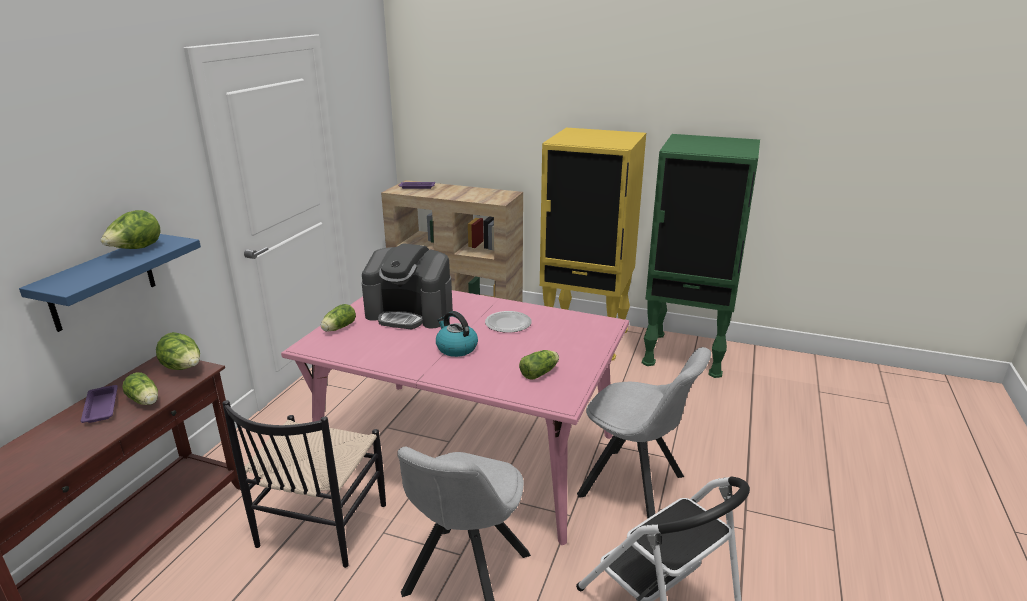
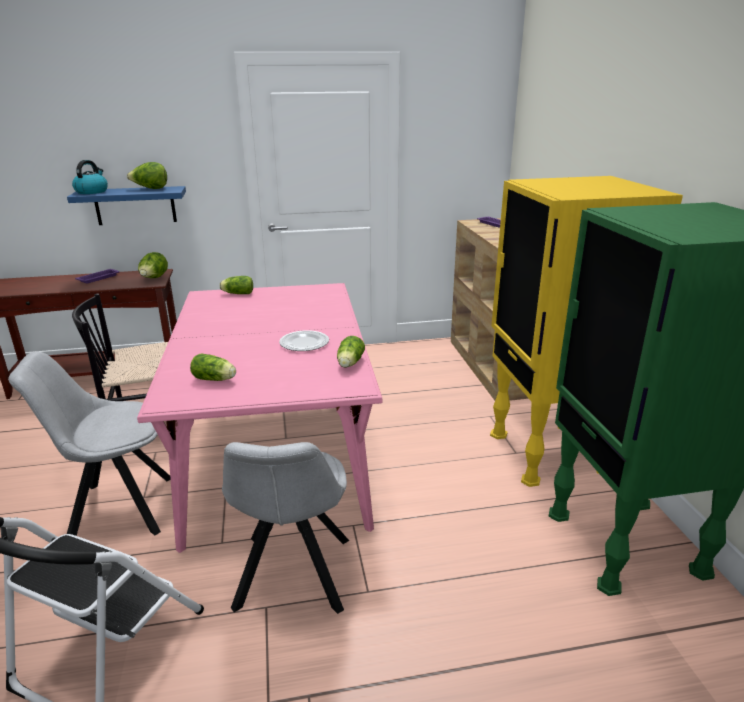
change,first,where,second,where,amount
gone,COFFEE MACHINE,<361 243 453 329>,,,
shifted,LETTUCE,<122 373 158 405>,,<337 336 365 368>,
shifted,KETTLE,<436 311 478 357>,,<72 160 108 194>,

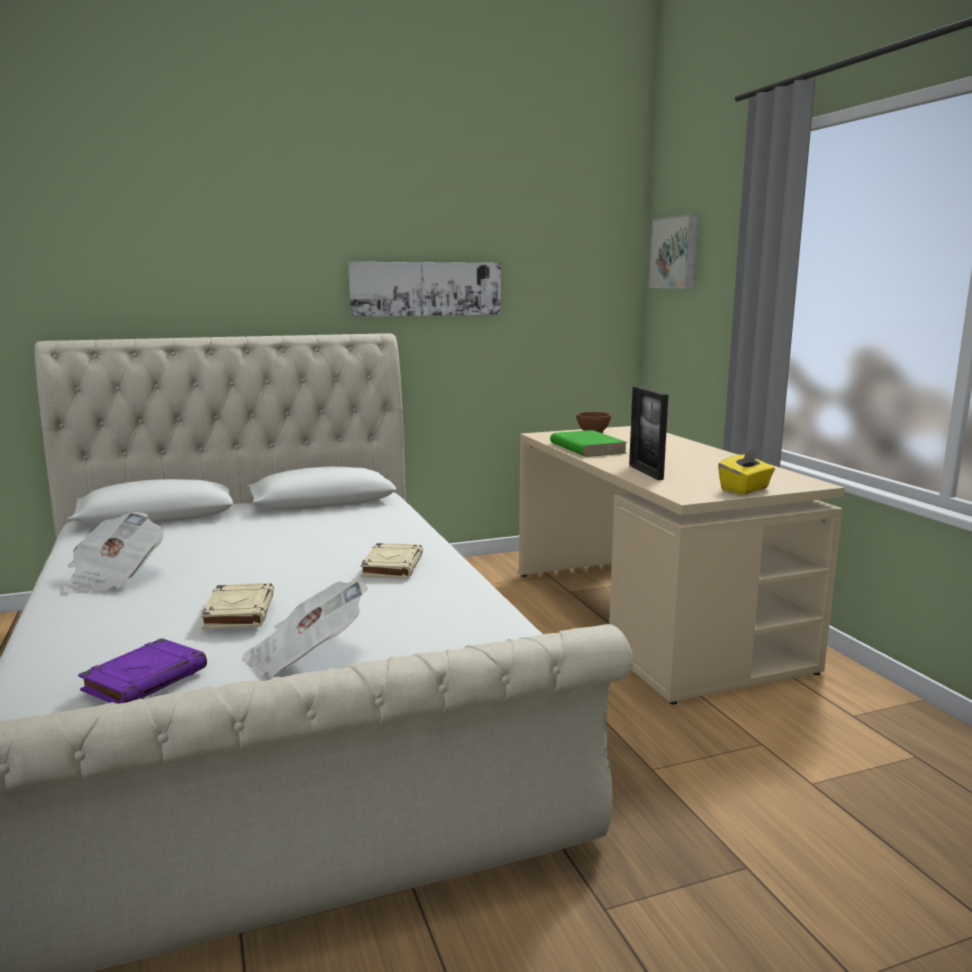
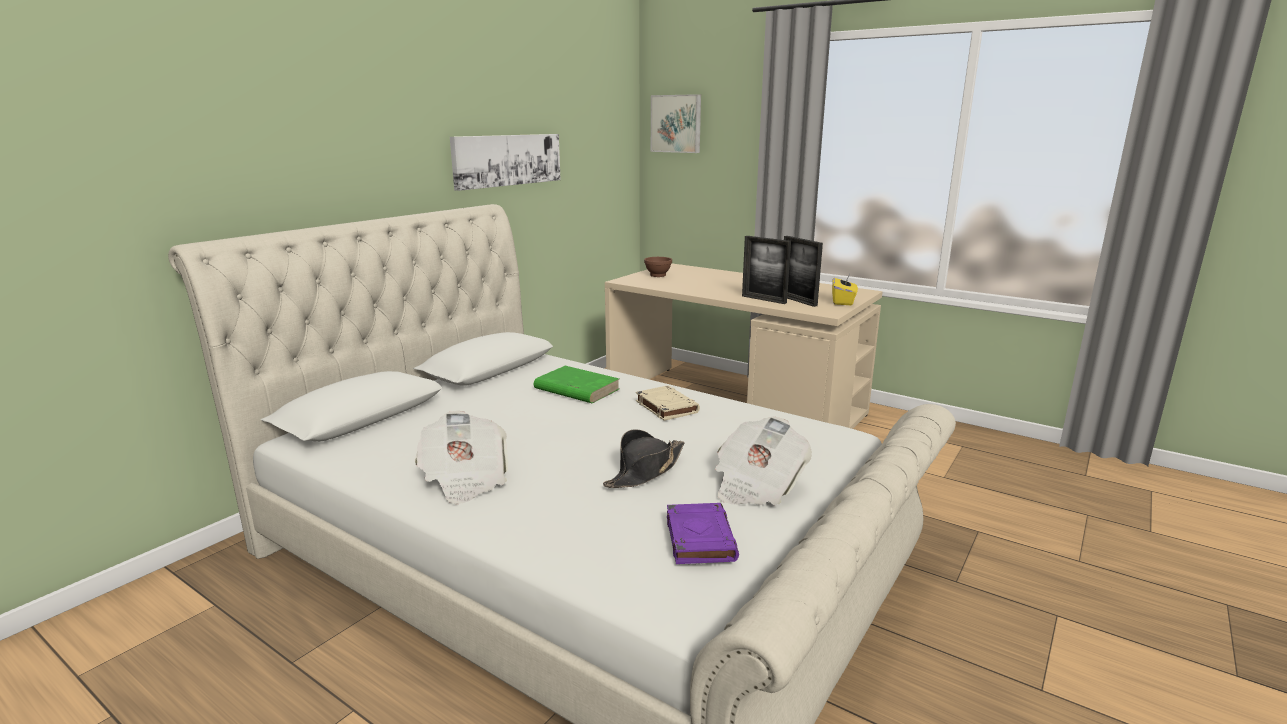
change,first,where,second,where,amount
new,,,PICTURE FRAME,<784 236 823 307>,
shifted,GREEN BOOK,<550 430 627 457>,,<534 366 619 403>,
swapped,BEIGE BOOK,<201 583 274 630>,BLACK HAT,<603 429 685 488>,

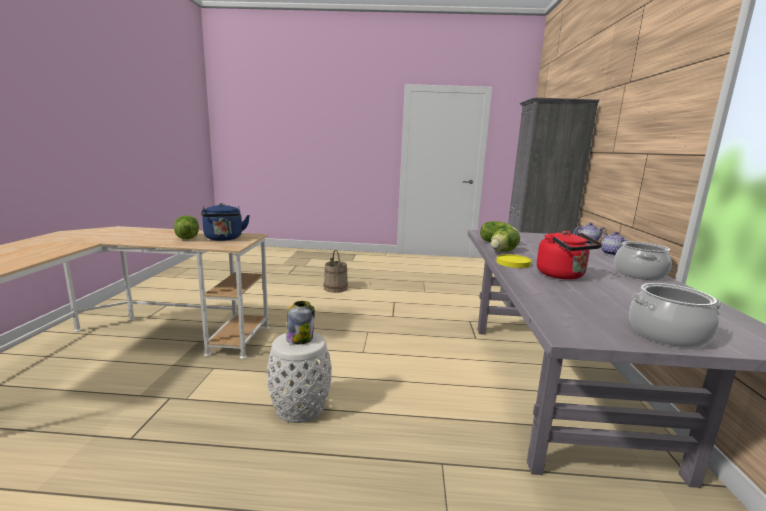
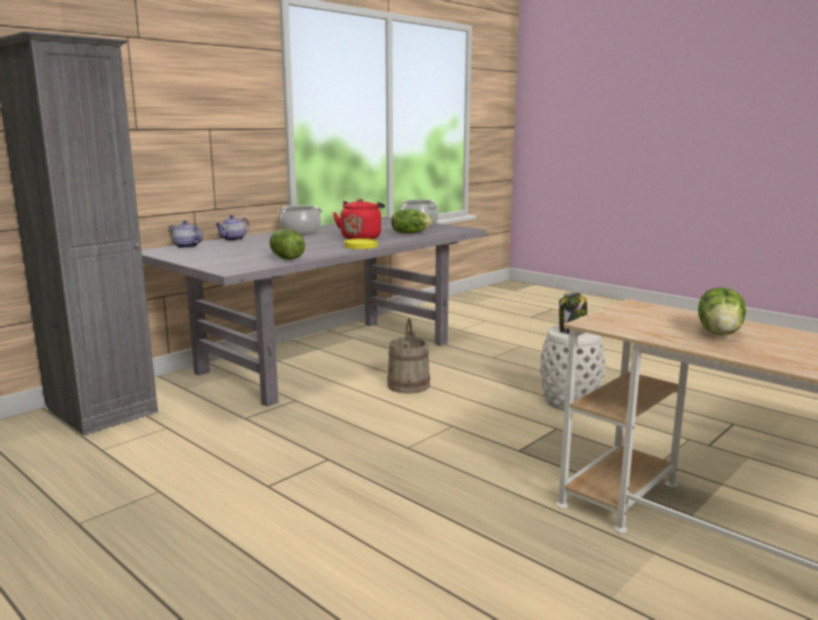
change,first,where,second,where,amount
gone,BLUE KETTLE,<201 203 250 241>,,,
shifted,BEIGE BUCKET,<324 250 348 293>,,<387 318 430 394>,
shifted,LETTUCE,<491 228 520 252>,,<391 209 433 234>,

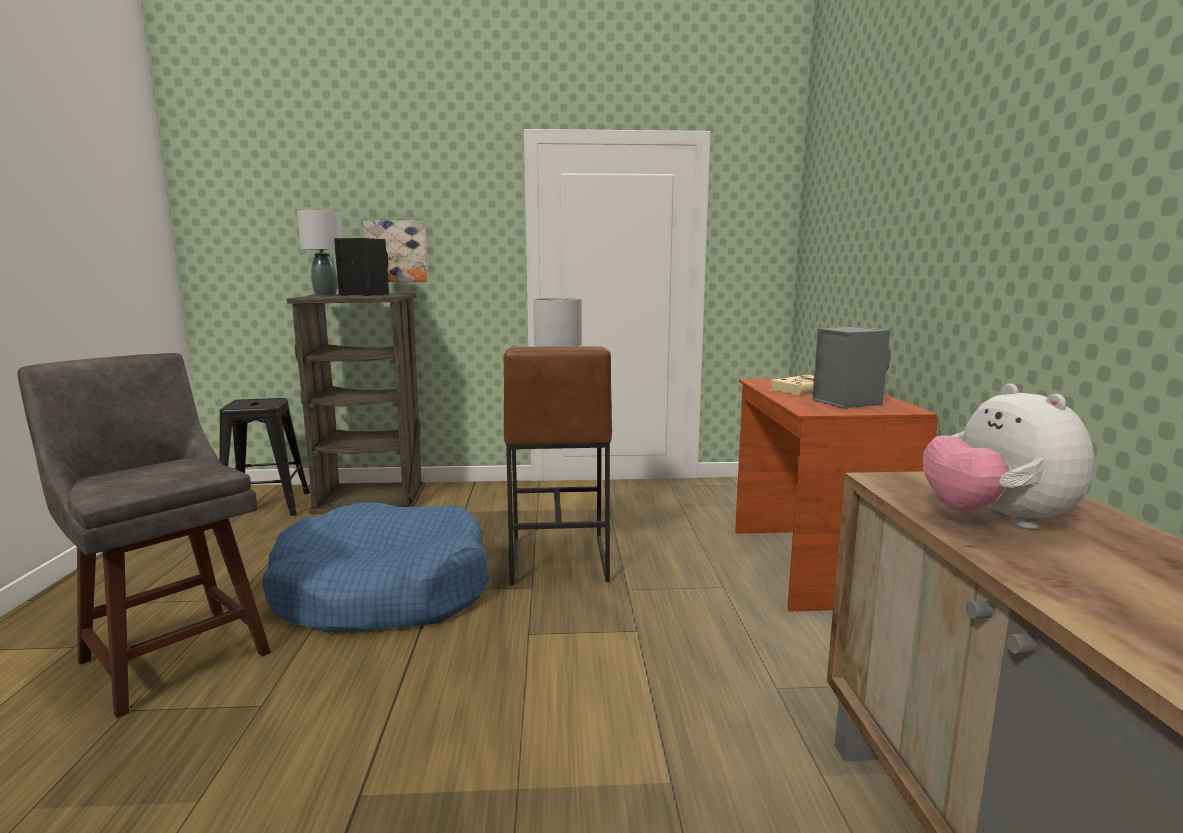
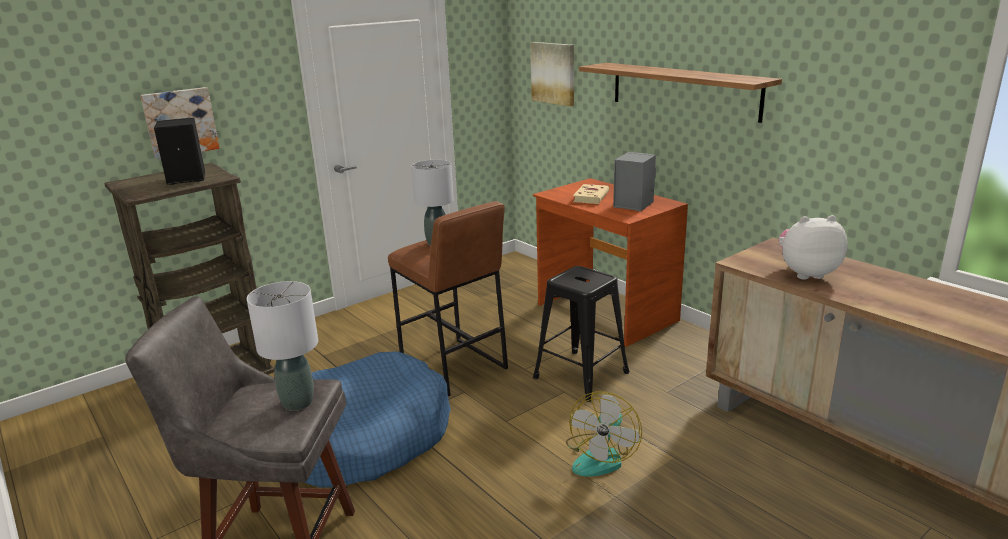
change,first,where,second,where,amount
new,,,PICTURE,<531 42 574 106>,
new,,,FAN,<566 391 642 477>,
new,,,SHELF,<579 63 782 123>,
shifted,BLACK STOOL,<219 398 310 516>,,<533 266 630 402>,
shifted,GREY TABLE LAMP,<297 210 341 295>,,<247 281 318 411>,
rotated,PLUSH TOY,<923 384 1094 529>,,<779 215 848 280>,135 degrees clockwise

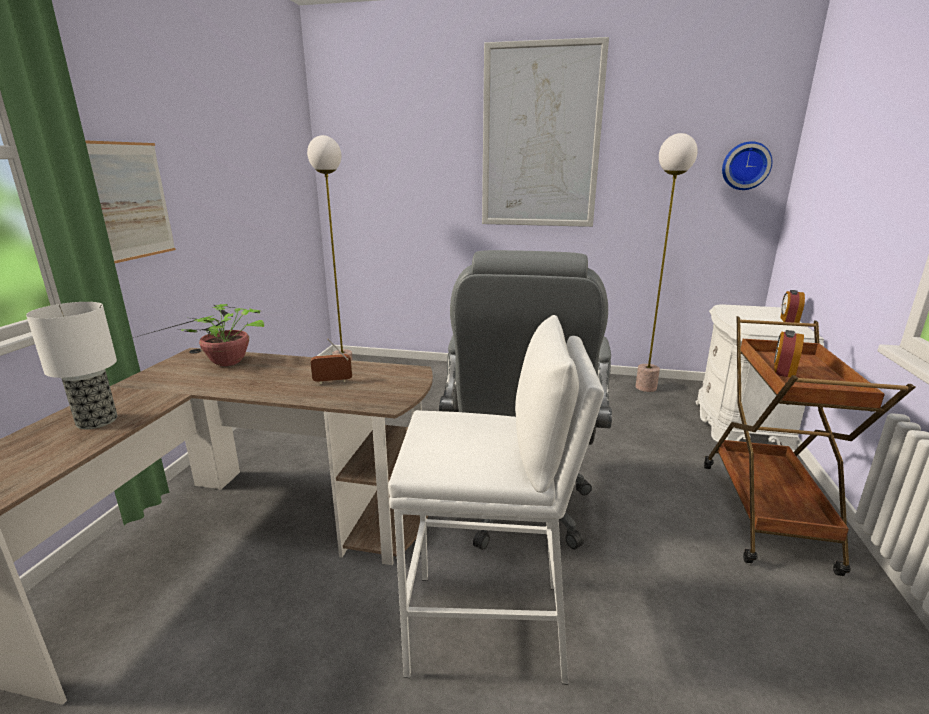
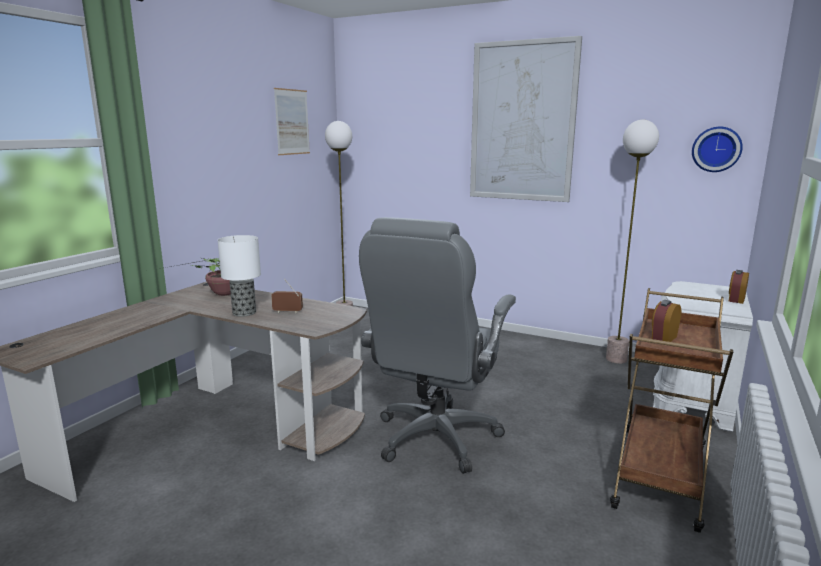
change,first,where,second,where,amount
gone,WHITE STOOL,<388 315 604 685>,,,
shifted,TABLE LAMP,<26 302 118 429>,,<218 235 261 317>,
shifted,PICTURE,<85 140 176 263>,,<274 88 310 155>,

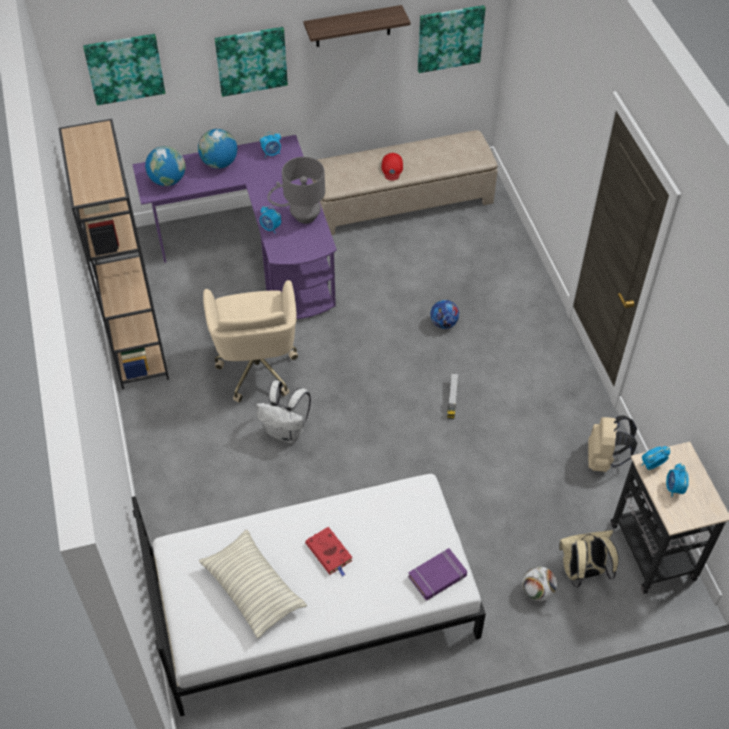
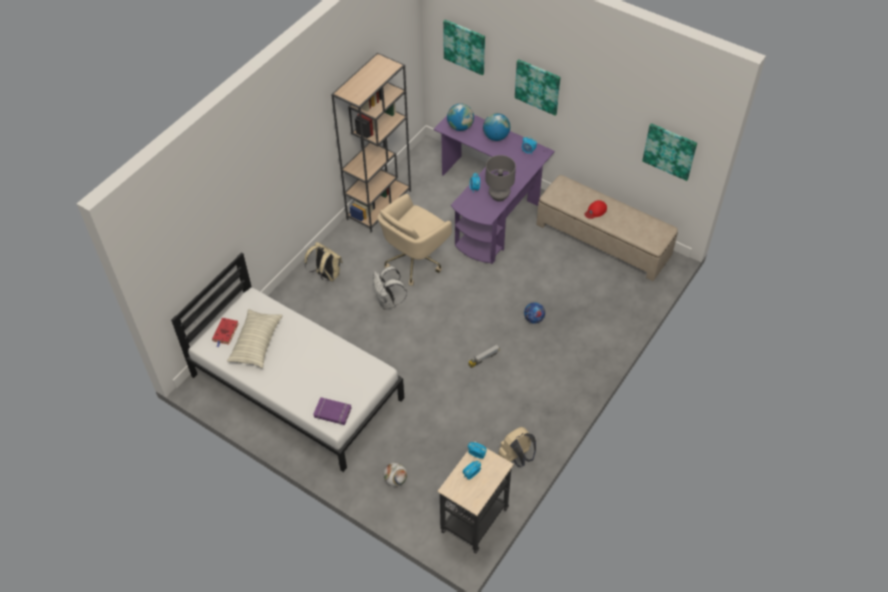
change,first,where,second,where,amount
gone,SHELF,<304 5 410 47>,,,
shifted,RED BOOK,<305 527 353 577>,,<212 318 239 348>,
shifted,BEIGE BACKPACK,<559 530 619 587>,,<304 242 343 281>,

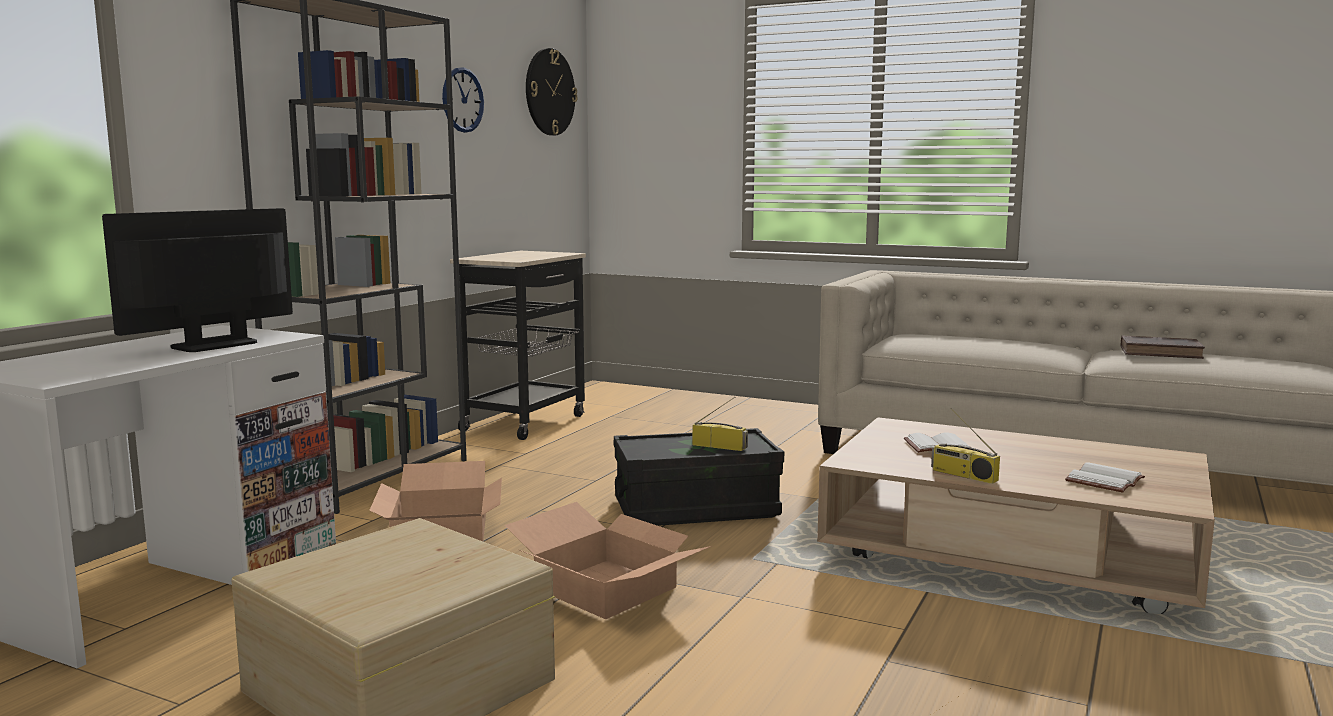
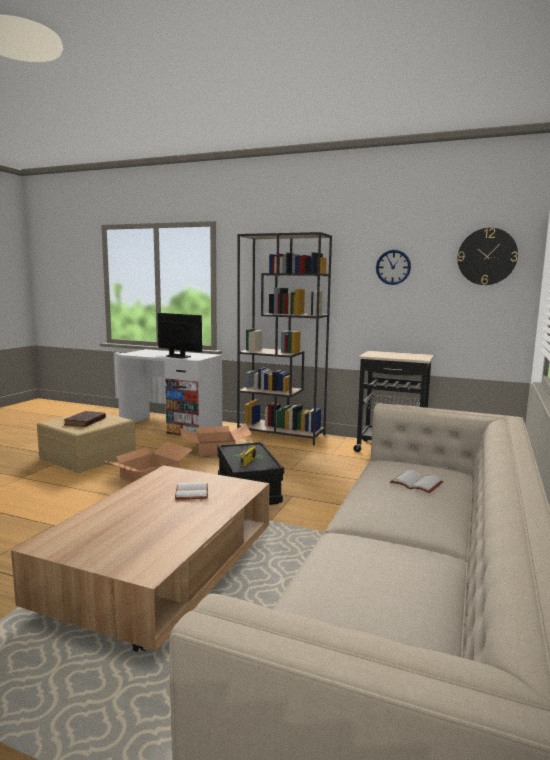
change,first,where,second,where,amount
gone,RADIO,<931 408 1000 484>,,,
shifted,WHITE BOOK,<1065 463 1145 493>,,<390 470 443 493>,
shifted,BROWN BOOK,<1120 336 1205 359>,,<64 411 106 427>,

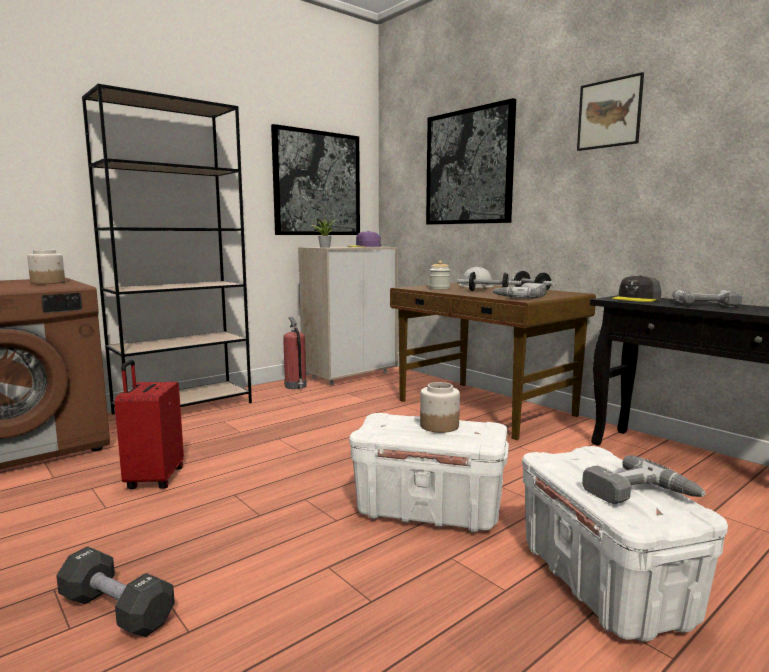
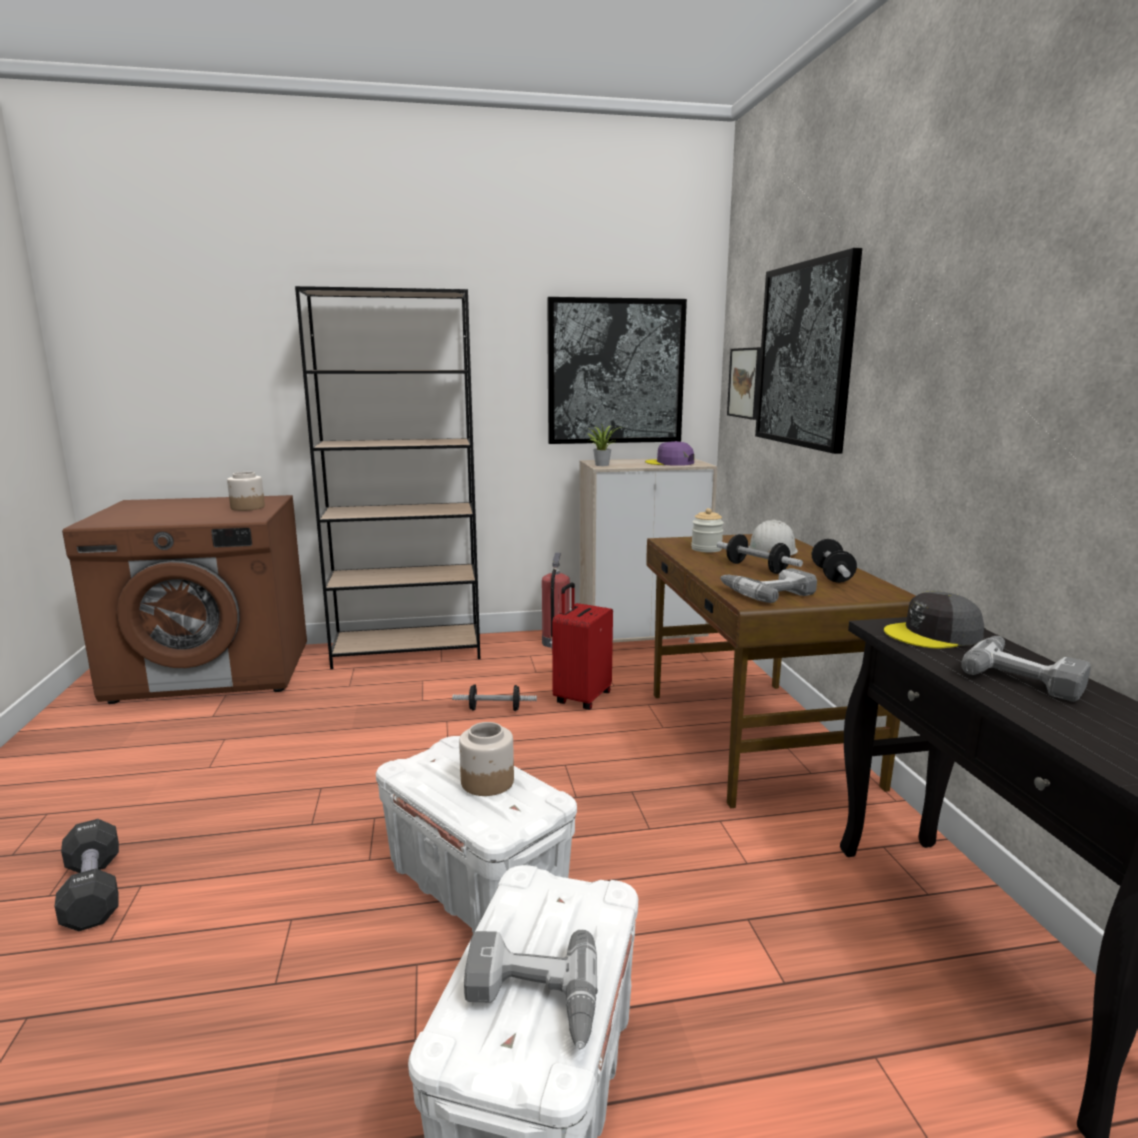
change,first,where,second,where,amount
new,,,DUMBBELL,<452 685 537 711>,
shifted,RED SUITCASE,<115 360 184 489>,,<552 583 613 710>,
shifted,PICTURE,<577 72 644 151>,,<727 347 761 420>,

